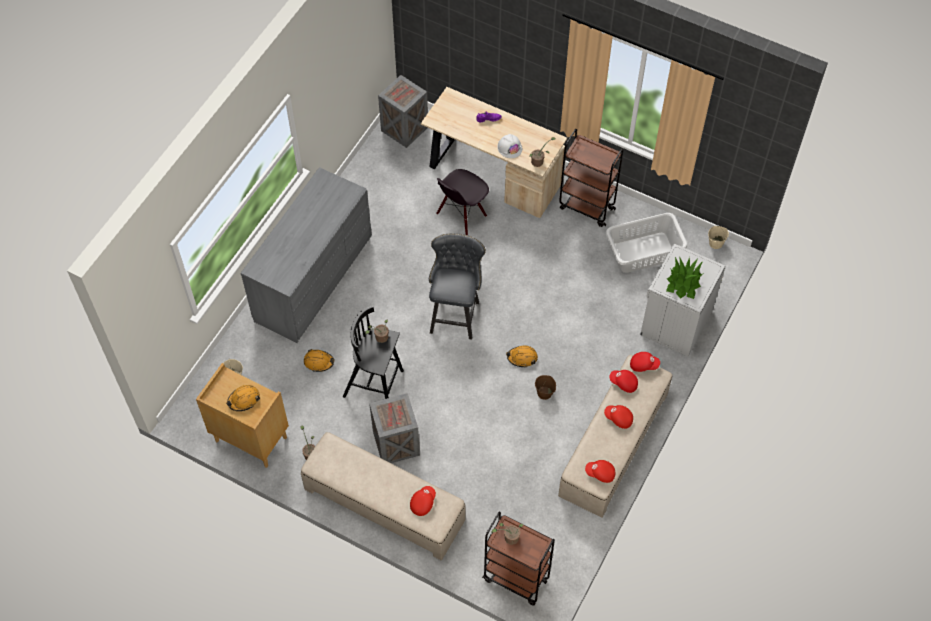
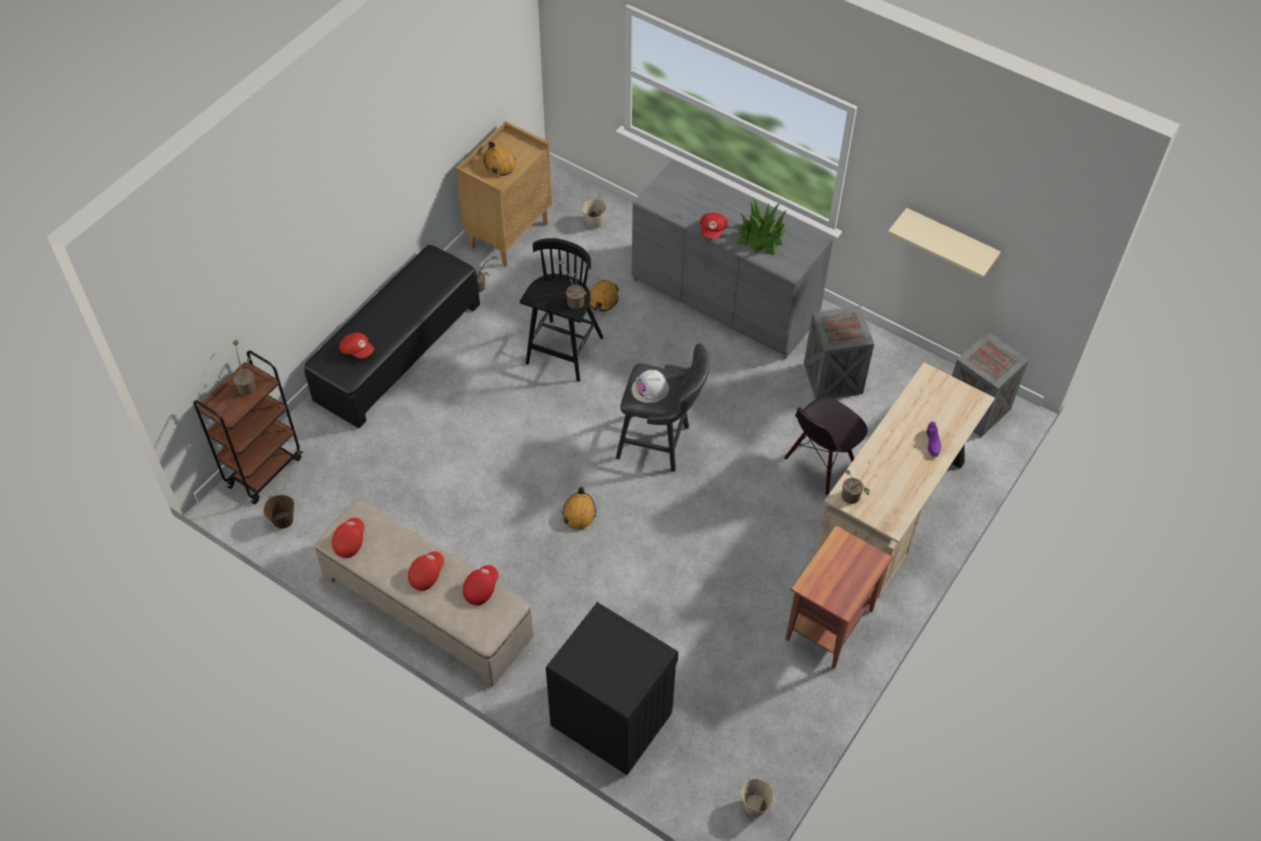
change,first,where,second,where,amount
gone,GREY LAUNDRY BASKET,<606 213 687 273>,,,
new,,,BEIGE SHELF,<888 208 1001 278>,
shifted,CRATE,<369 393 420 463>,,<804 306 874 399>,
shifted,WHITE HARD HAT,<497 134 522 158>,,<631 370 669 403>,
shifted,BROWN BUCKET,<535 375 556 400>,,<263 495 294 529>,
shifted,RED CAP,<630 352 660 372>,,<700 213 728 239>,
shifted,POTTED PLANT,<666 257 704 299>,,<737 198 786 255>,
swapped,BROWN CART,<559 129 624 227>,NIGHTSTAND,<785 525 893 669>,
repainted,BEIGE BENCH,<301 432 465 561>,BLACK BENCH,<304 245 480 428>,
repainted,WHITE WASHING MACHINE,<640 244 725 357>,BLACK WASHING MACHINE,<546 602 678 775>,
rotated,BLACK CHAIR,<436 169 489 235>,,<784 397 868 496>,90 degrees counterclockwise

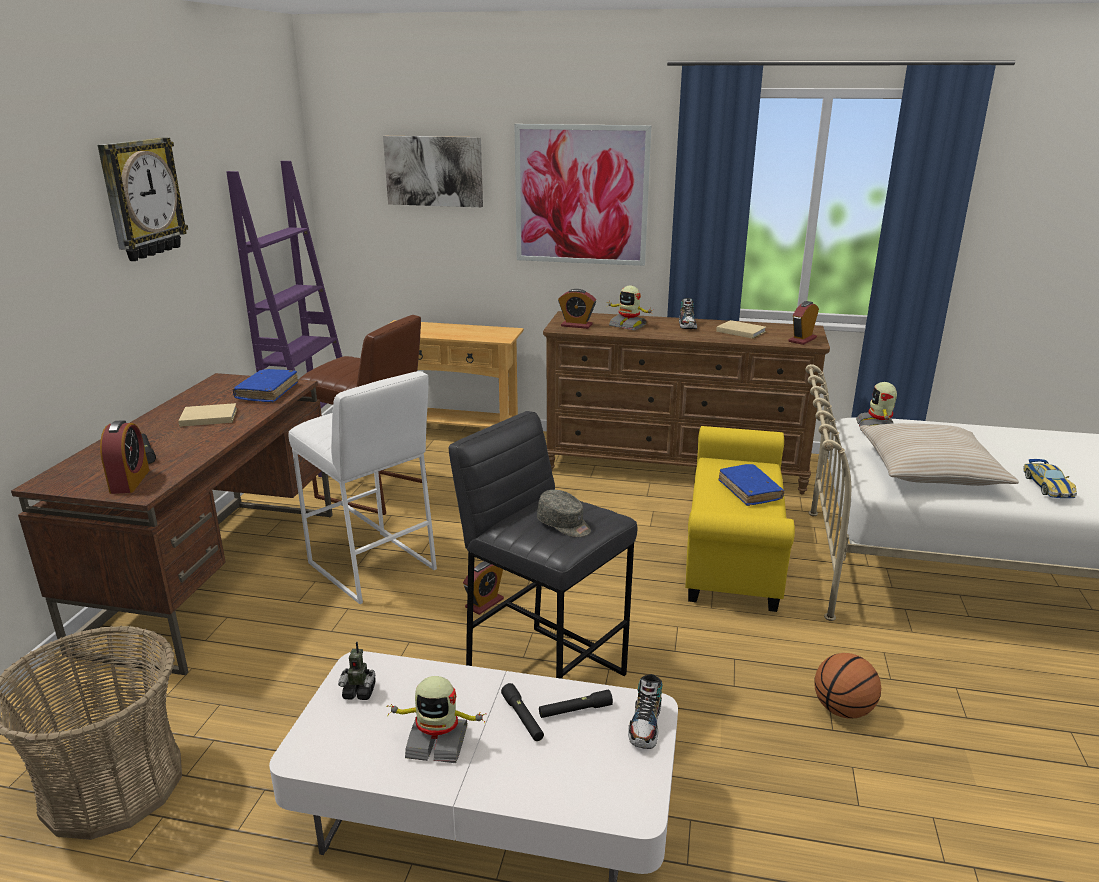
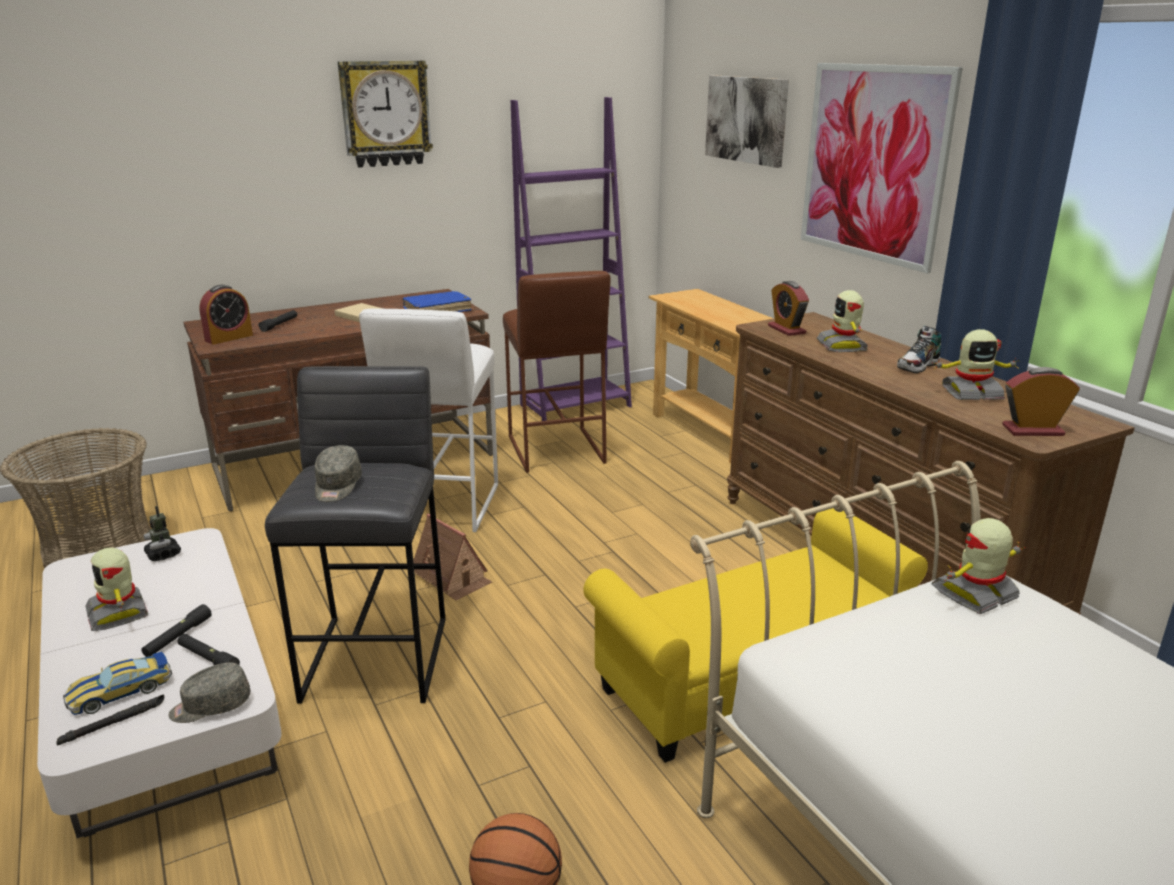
change,first,where,second,where,amount
gone,BLUE BOOK,<718 464 784 506>,,,
gone,BEIGE PILLOW,<860 423 1019 486>,,,
new,,,BLACK FLASHLIGHT,<56 695 164 745>,
shifted,TOY CAR,<1023 459 1077 498>,,<63 652 172 715>,
swapped,ALARM CLOCK,<463 561 504 615>,TOY HOUSE,<413 513 492 600>,
swapped,SHOE,<628 674 662 749>,GREY CAP,<168 662 251 723>,
swapped,BEIGE BOOK,<716 320 766 339>,TOY ROBOT,<932 329 1018 400>,

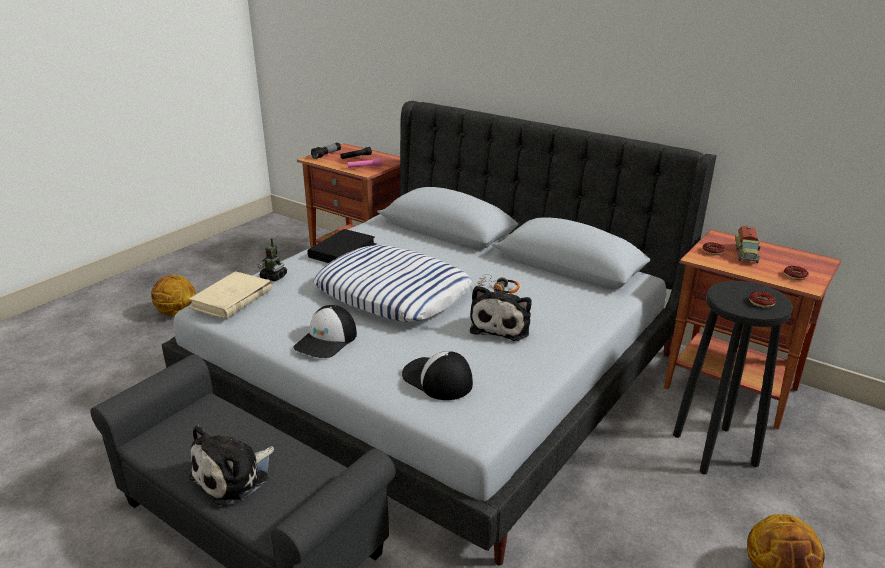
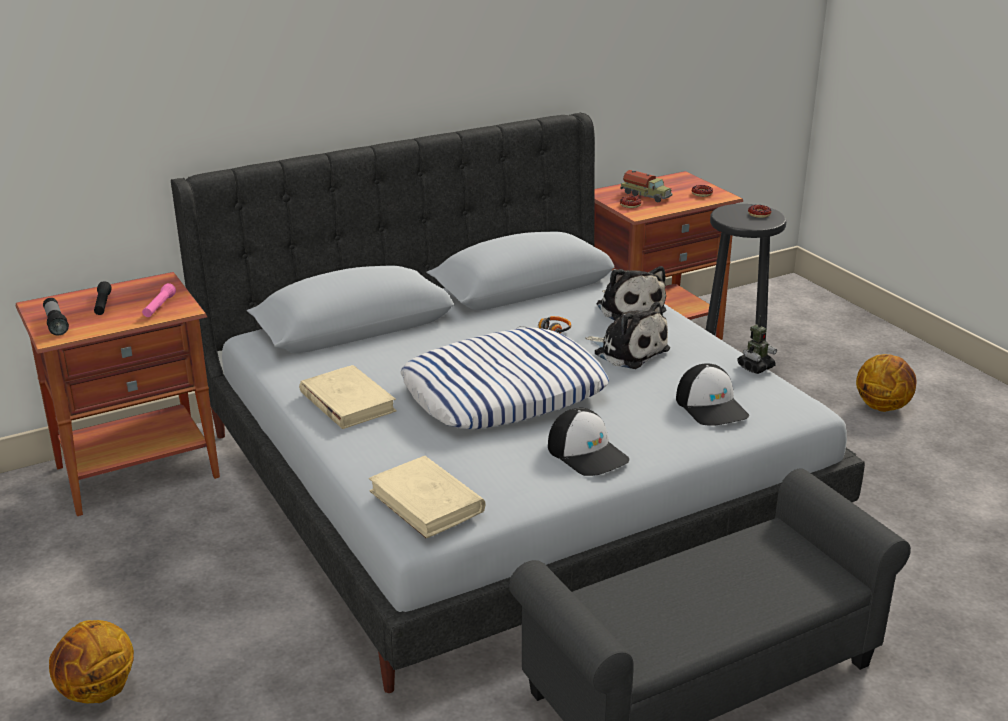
change,first,where,second,where,amount
shifted,PLUSH TOY,<189 425 274 505>,,<596 266 666 320>,
shifted,TOY ROBOT,<257 238 287 281>,,<737 316 777 374>,
repainted,BLACK BOOK,<307 229 377 263>,BEIGE BOOK,<299 365 396 429>,
rotated,CAP,<402 351 473 400>,,<676 364 749 426>,90 degrees counterclockwise

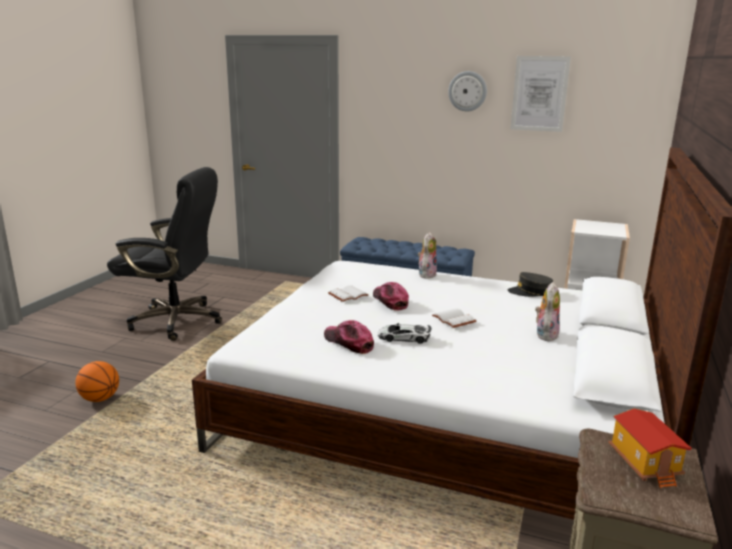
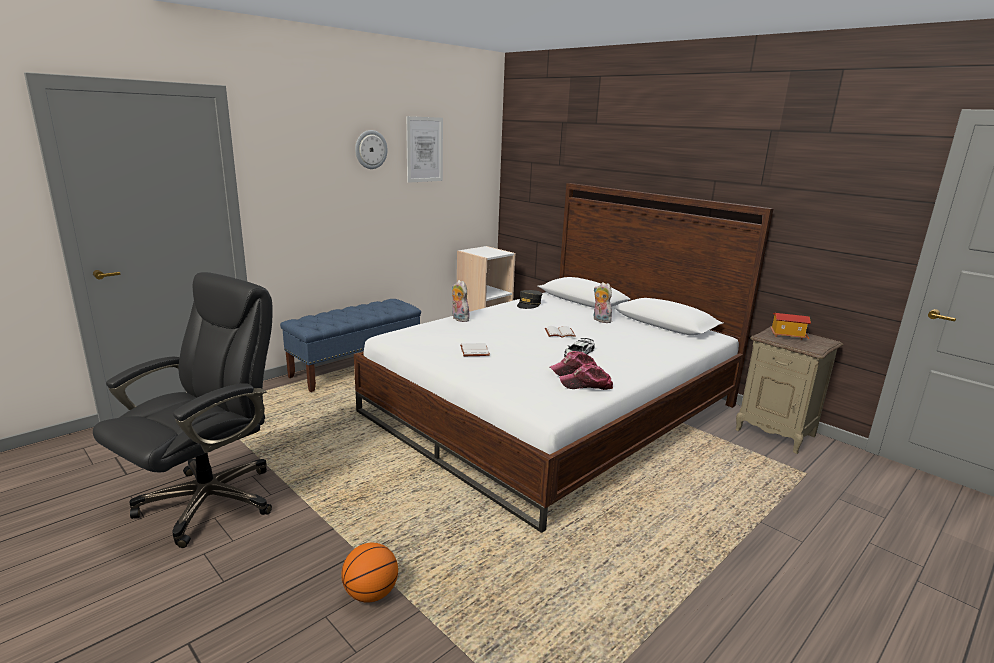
change,first,where,second,where,amount
shifted,CAP,<373 282 409 311>,,<559 364 613 390>,

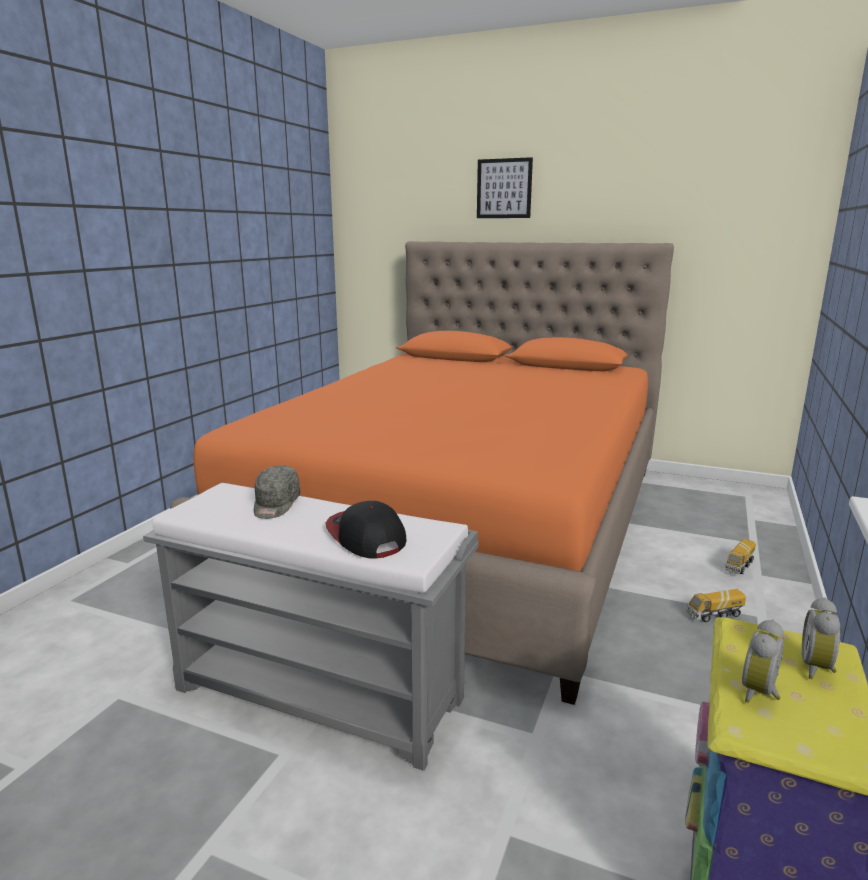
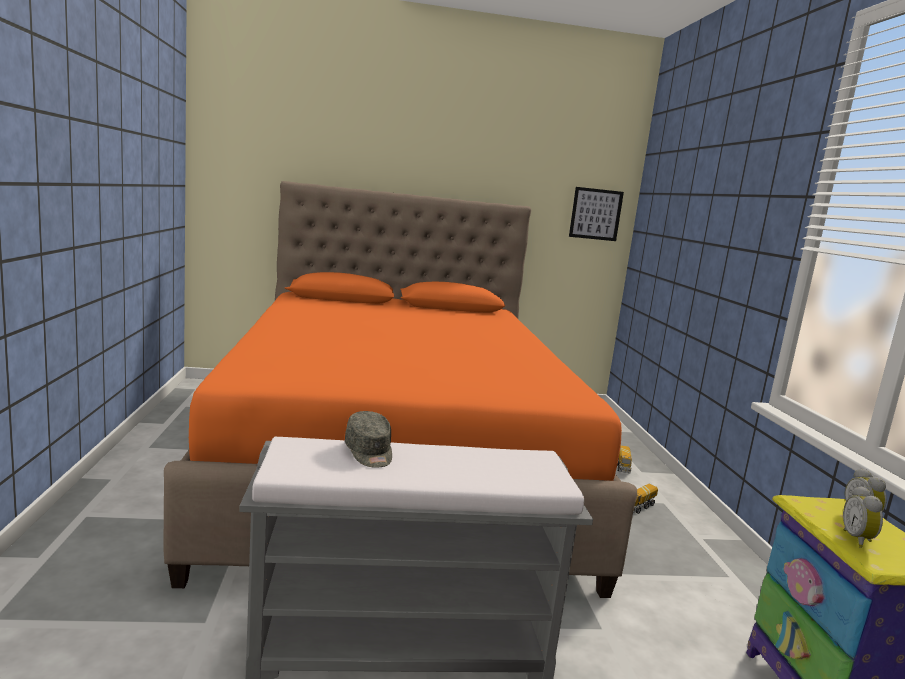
change,first,where,second,where,amount
gone,CAP,<326 501 406 559>,,,
shifted,PICTURE,<477 157 533 218>,,<569 187 624 241>,

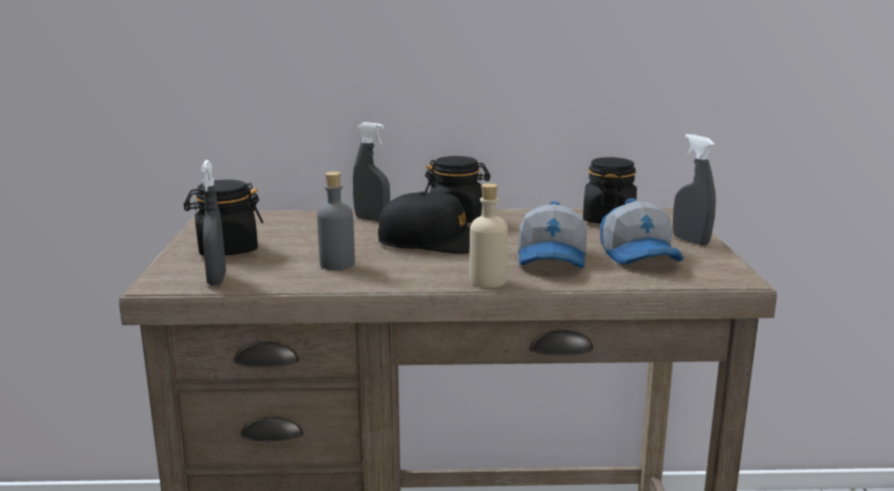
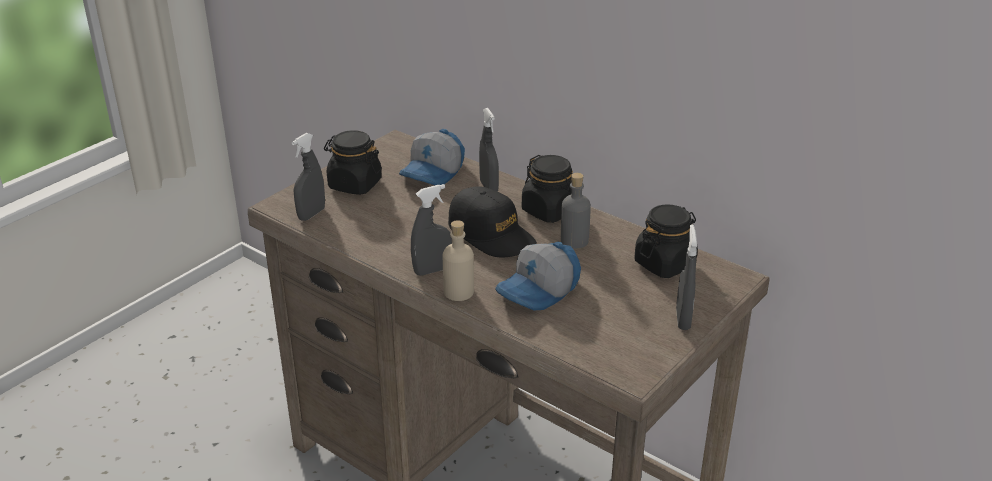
change,first,where,second,where,amount
new,,,GREY SPRAY BOTTLE,<411 184 452 276>,
shifted,GREY BOTTLE,<317 171 355 270>,,<561 173 591 249>,
shifted,CAP,<600 199 683 264>,,<399 129 465 185>,

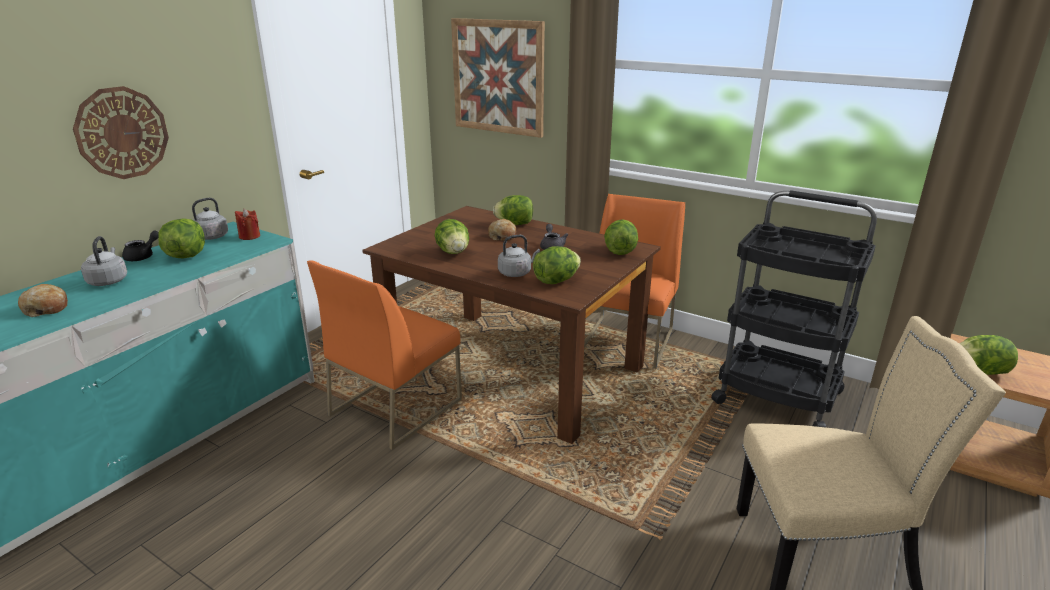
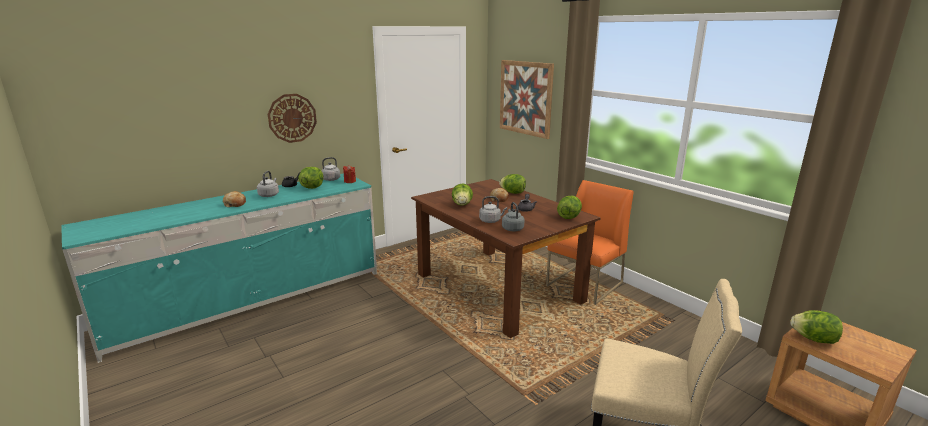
change,first,where,second,where,amount
gone,ORANGE CHAIR,<307 260 462 450>,,,
gone,BLACK CART,<711 190 877 428>,,,
swapped,LETTUCE,<533 246 581 284>,GREY KETTLE,<502 202 524 231>,

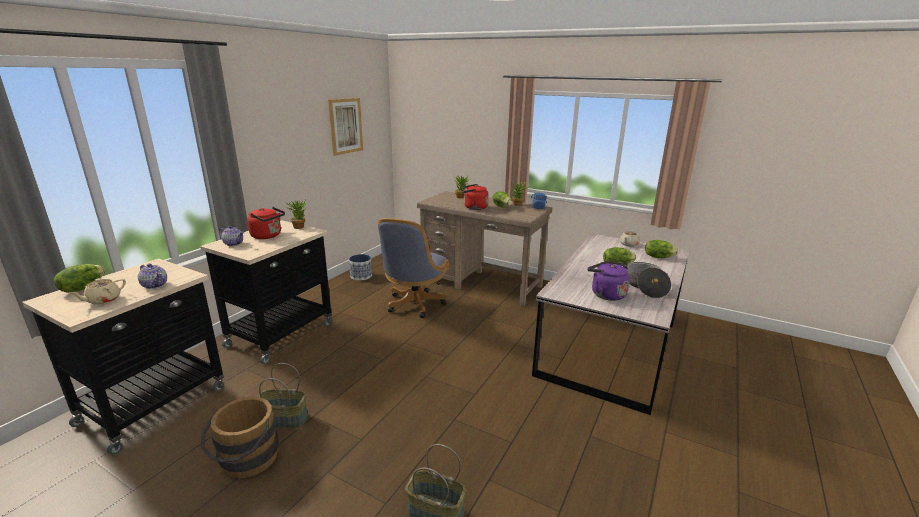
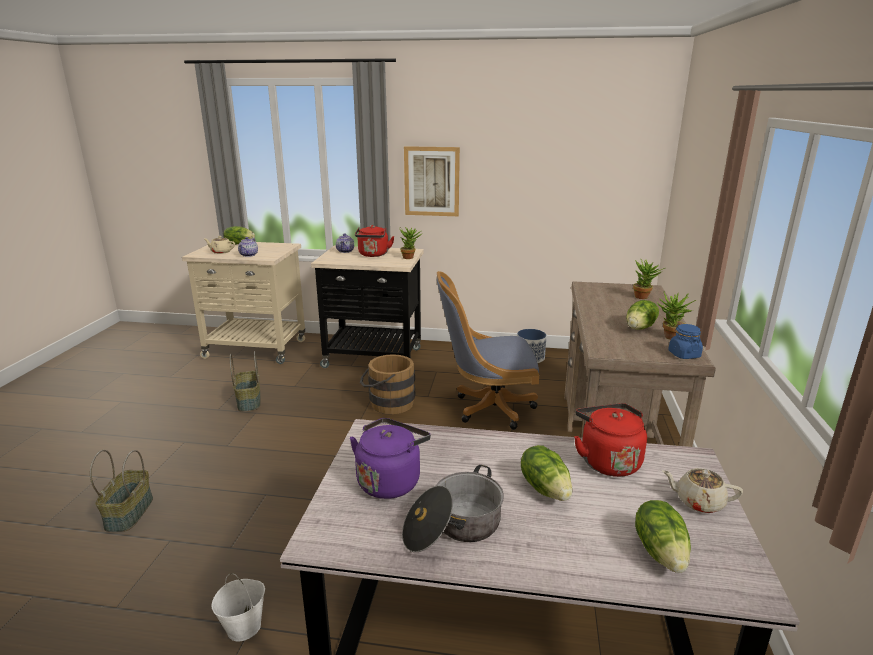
change,first,where,second,where,amount
new,,,WHITE BUCKET,<212 574 265 641>,
shifted,BROWN BUCKET,<201 397 279 478>,,<360 354 415 414>,
shifted,PICTURE,<328 98 363 156>,,<404 146 460 216>,
shifted,RED KETTLE,<462 184 489 210>,,<574 403 647 477>,
repainted,BLACK CART,<22 259 224 455>,BEIGE CART,<182 242 305 364>,

